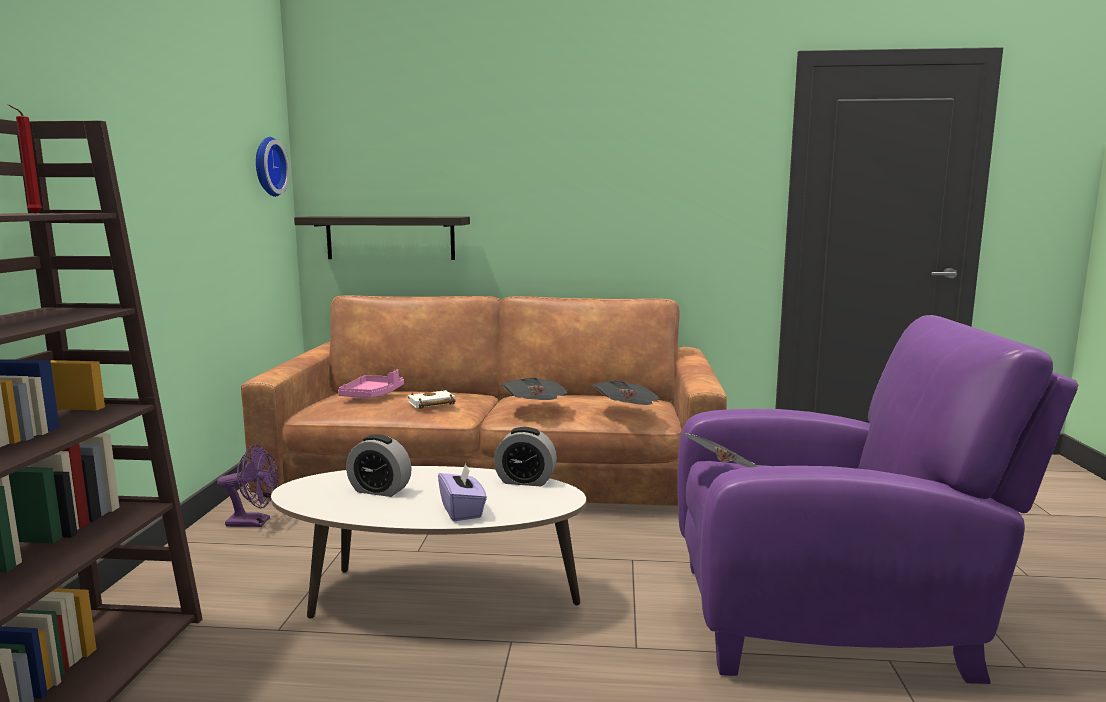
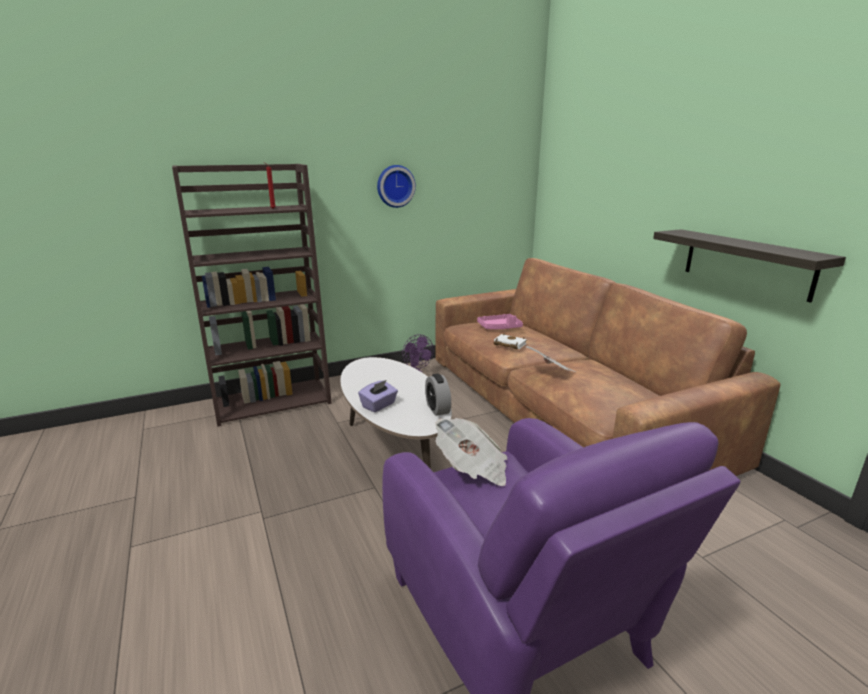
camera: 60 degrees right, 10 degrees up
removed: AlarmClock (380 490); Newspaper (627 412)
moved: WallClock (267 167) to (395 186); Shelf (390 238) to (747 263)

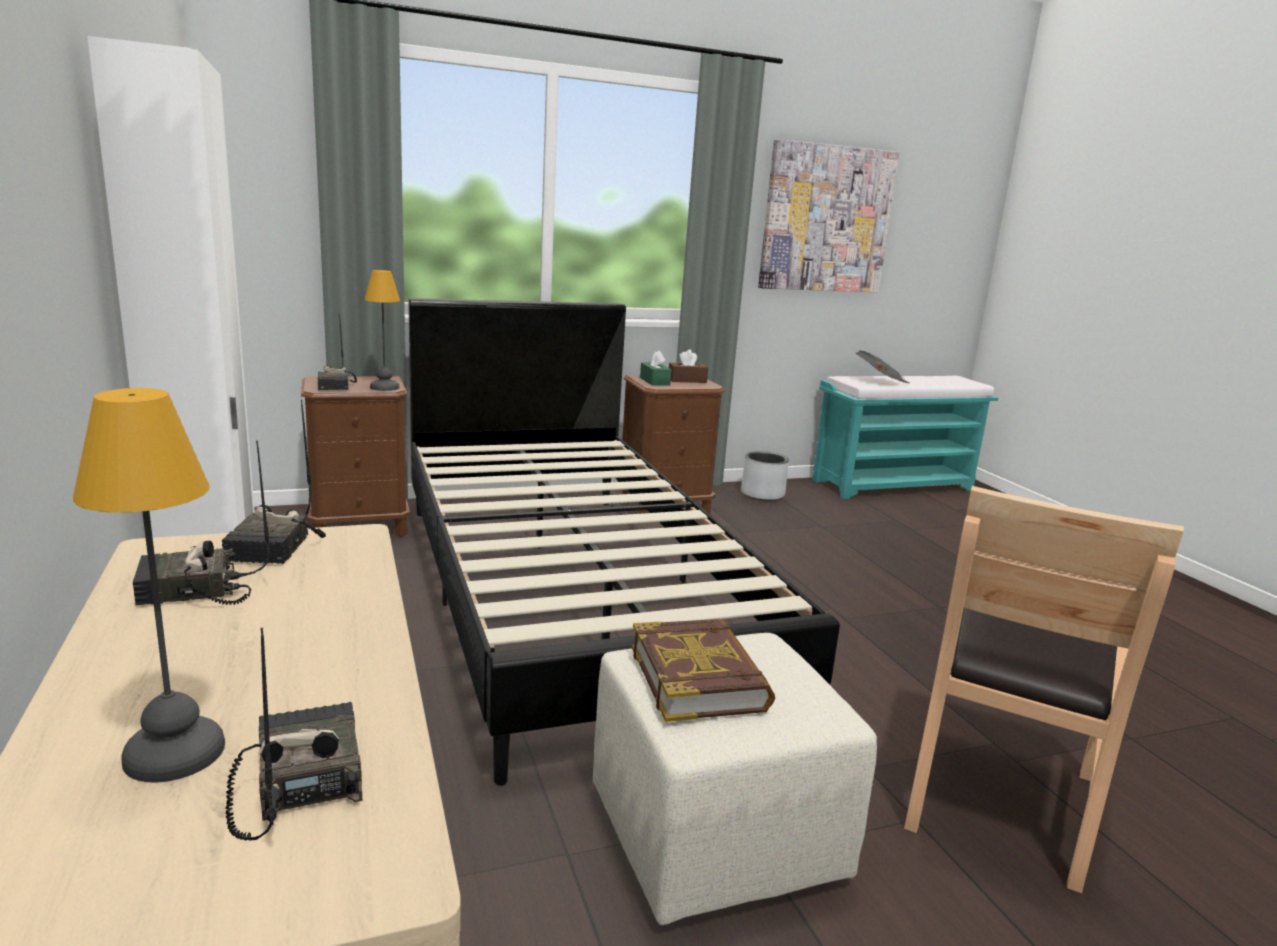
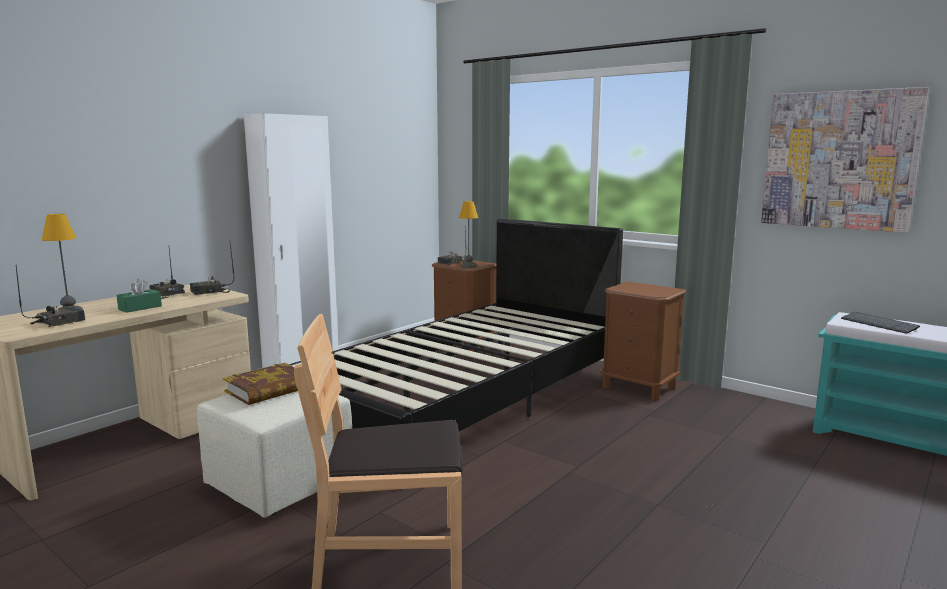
camera: 60 degrees right, 5 degrees down
removed: BrownTissueBox (687 380); GreyPlanter (762 494)
moved: GreenTissueBox (654 381) to (140 308)
replaced: Newspaper (880 382) to Keyboard (879 324)

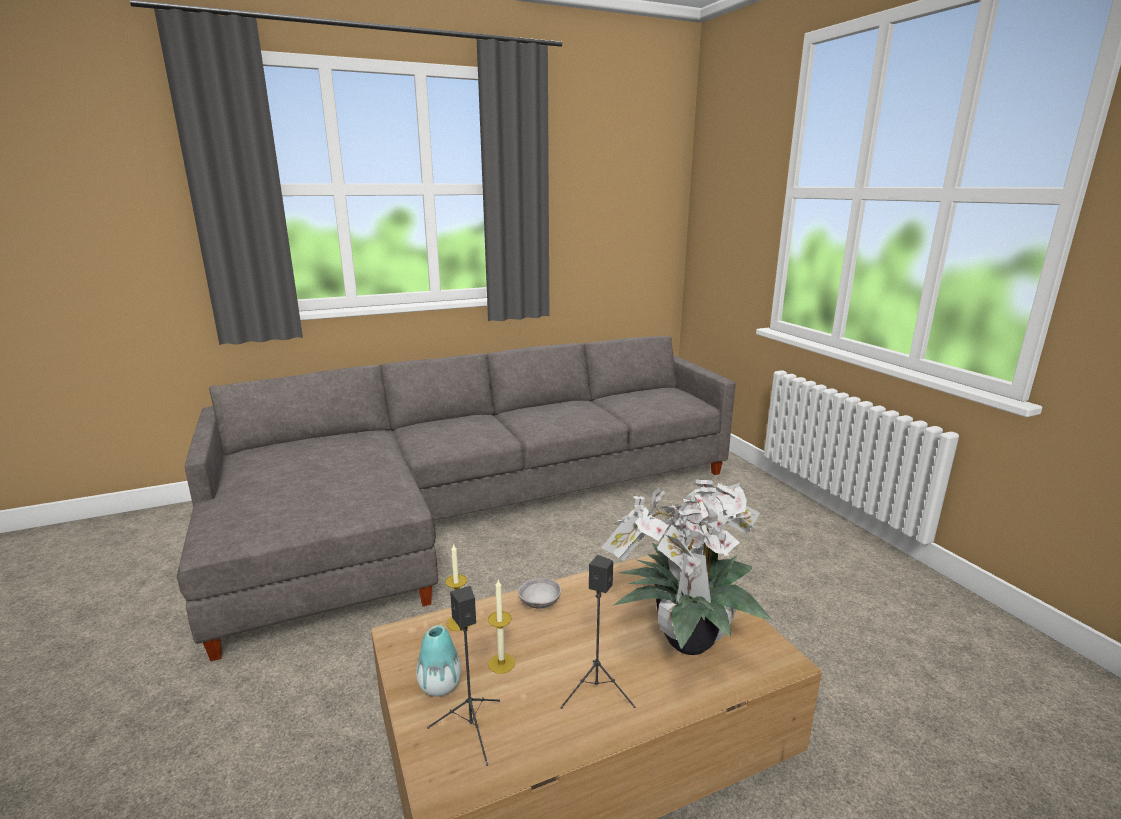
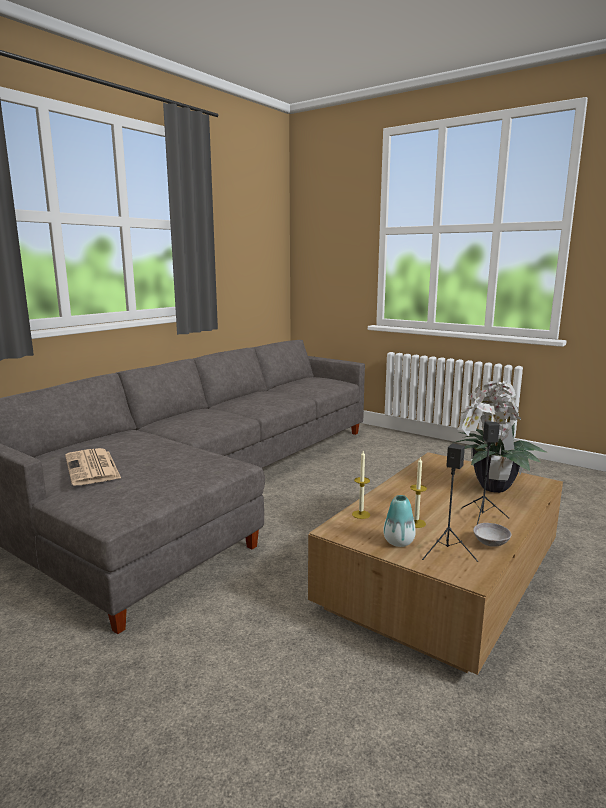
camera: 30 degrees left, 5 degrees down
added: Newspaper (93 468)
moved: GreyBowl (540 603) to (490 543)

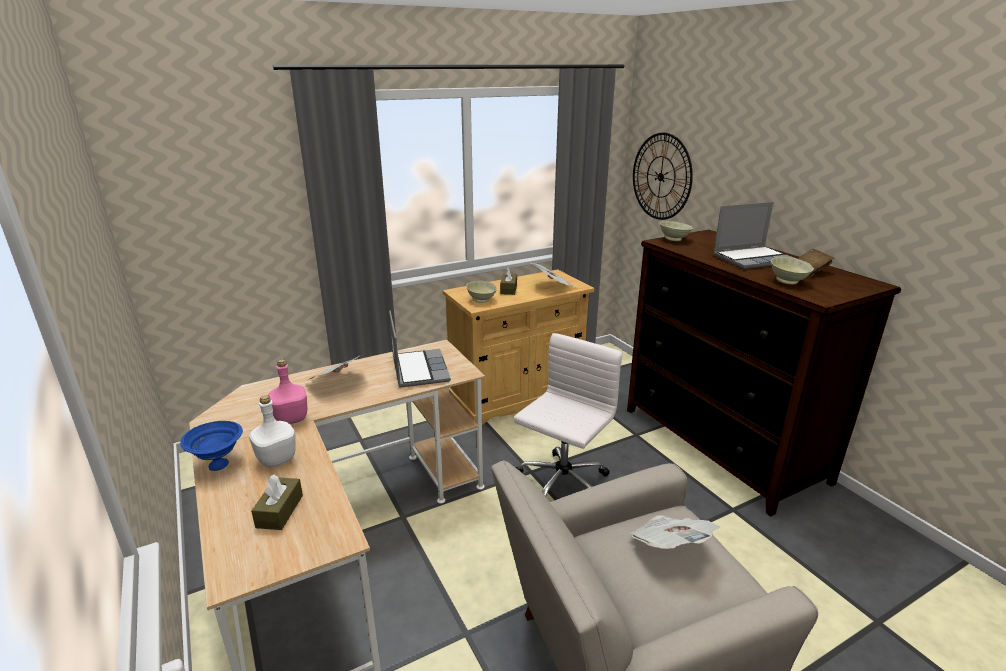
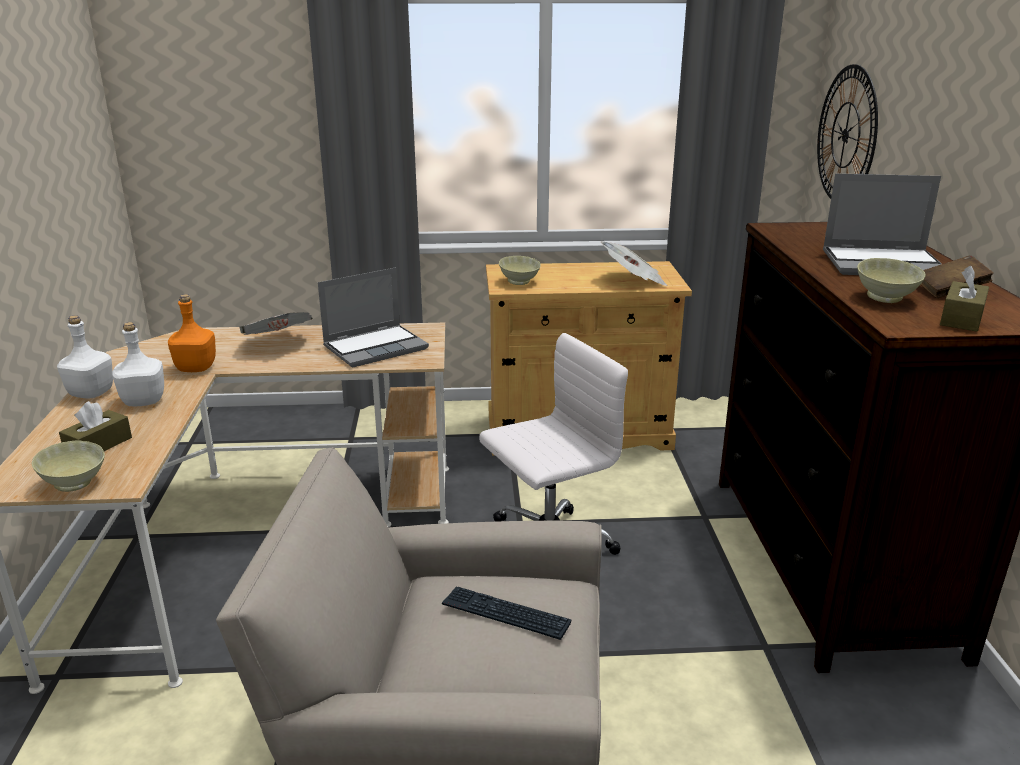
camera: 25 degrees right, 0 degrees up
moved: BeigeBowl (674 239) to (74 484); BrownTissueBox (508 289) to (961 318)
replaced: BlueBowl (218 464) to WhiteBottle (92 393); Newspaper (669 546) to Keyboard (505 614)
recoloured: PinkBottle (291 419) to OrangeBottle (196 368)
turned: Laptop (419 369) = (376 347) 45 degrees clockwise

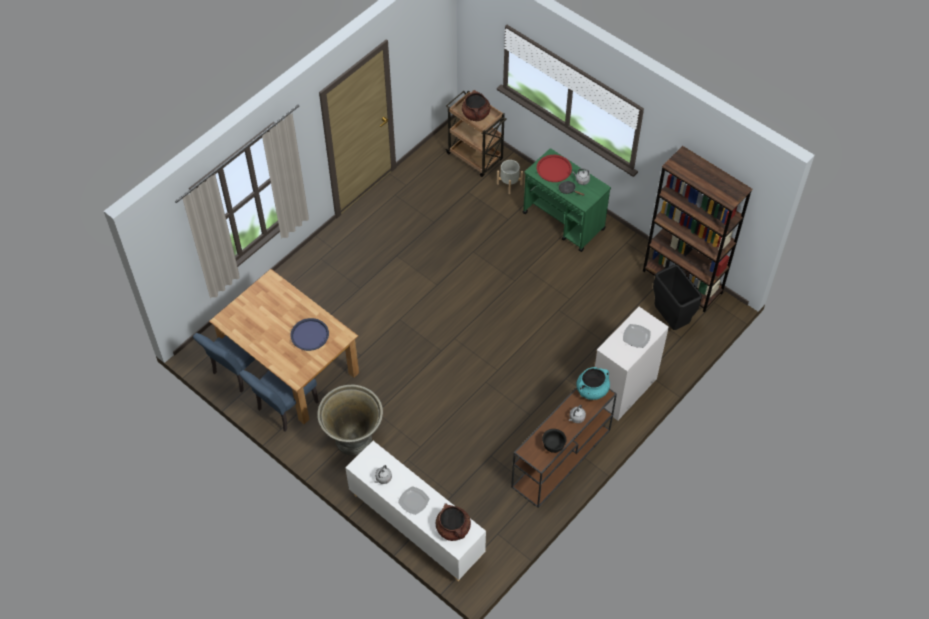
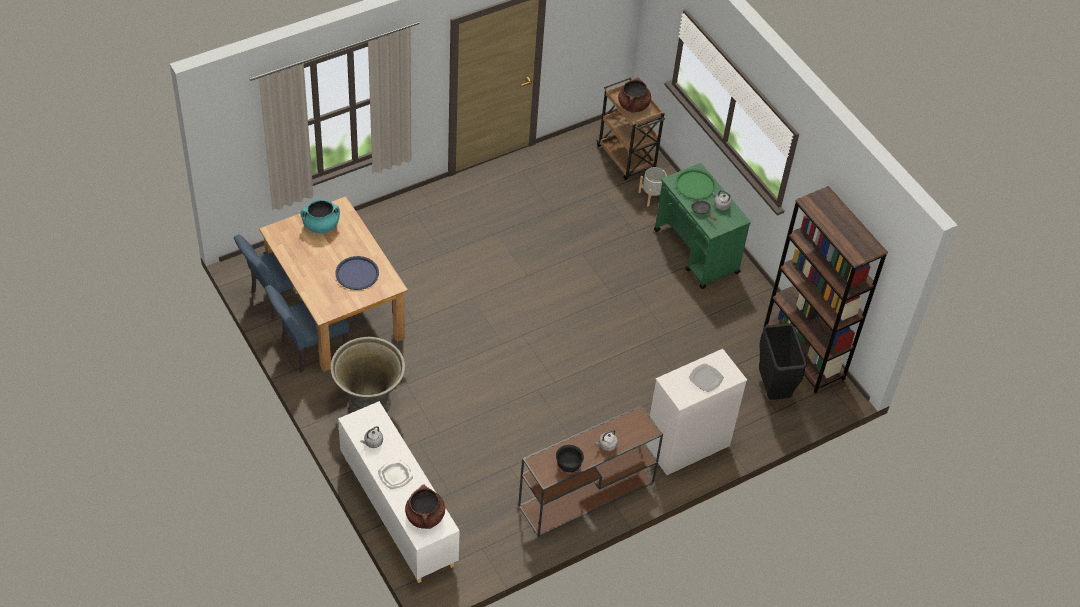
camera: 15 degrees right, 5 degrees down
moved: TurquoiseCookingPot (592 390) to (321 226)
recoloured: RedTray (554 169) to GreenTray (695 185)

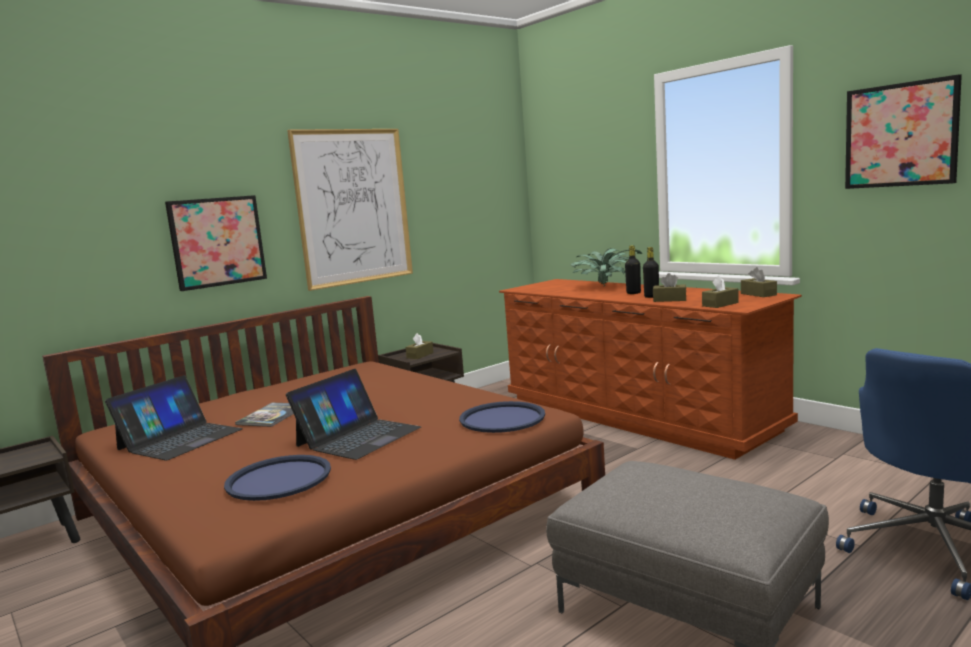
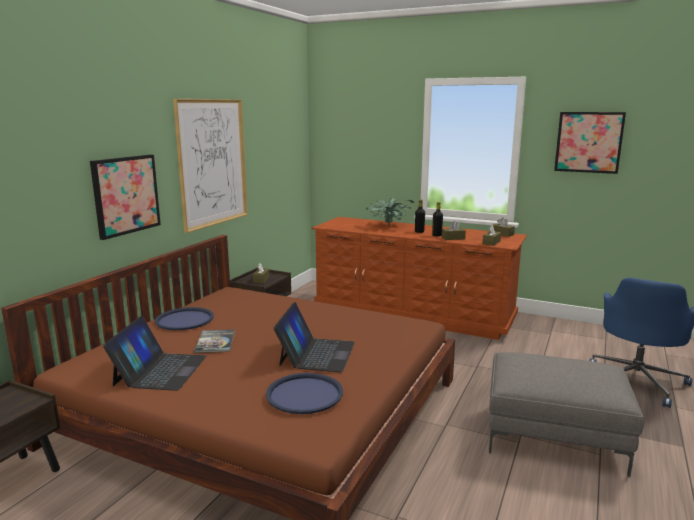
camera: 25 degrees left, 5 degrees up
moved: BlueTray (502 418) to (184 319)

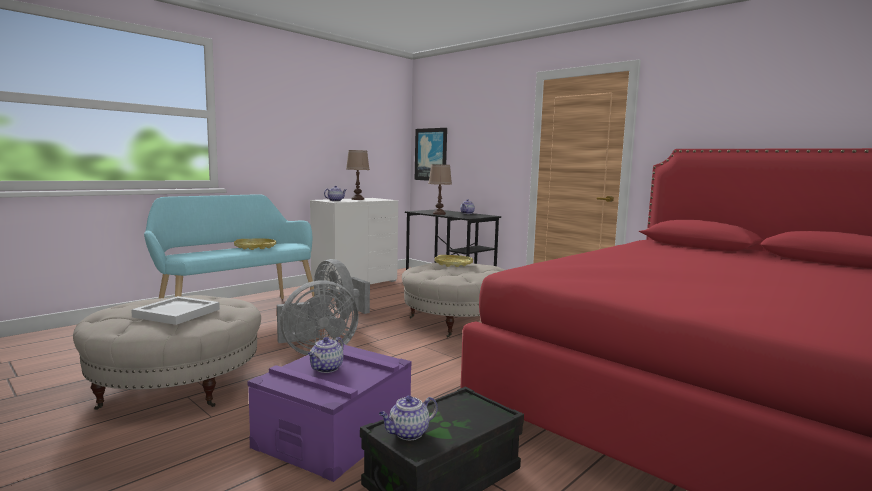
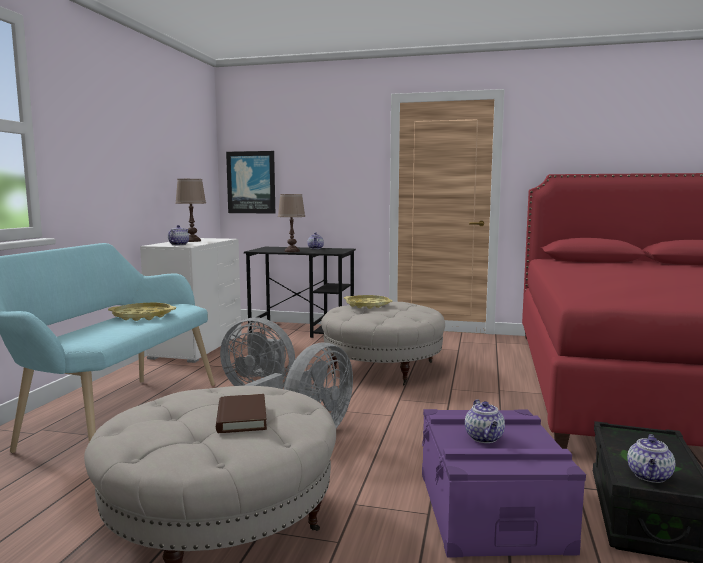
camera: 30 degrees left, 0 degrees up
replaced: WhiteTray (178 313) to BrownBook (241 417)

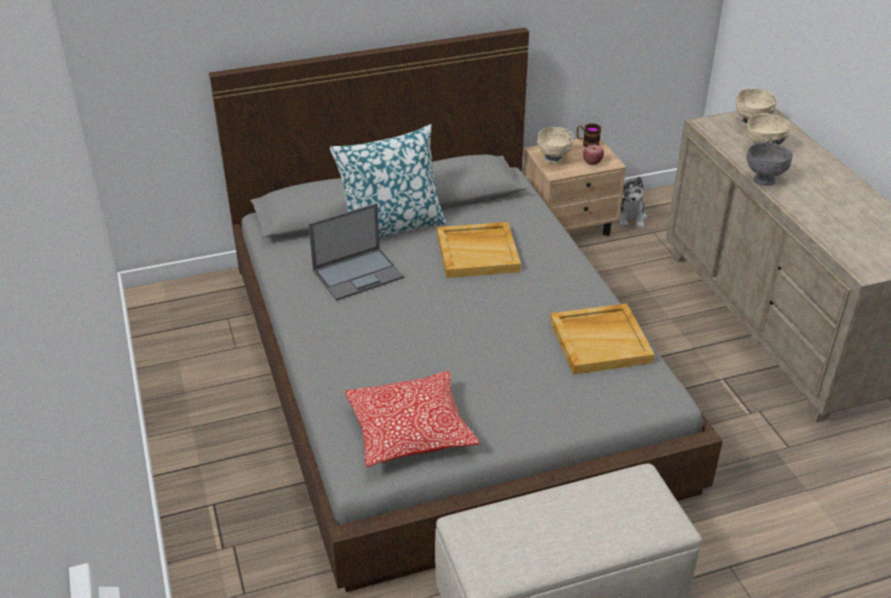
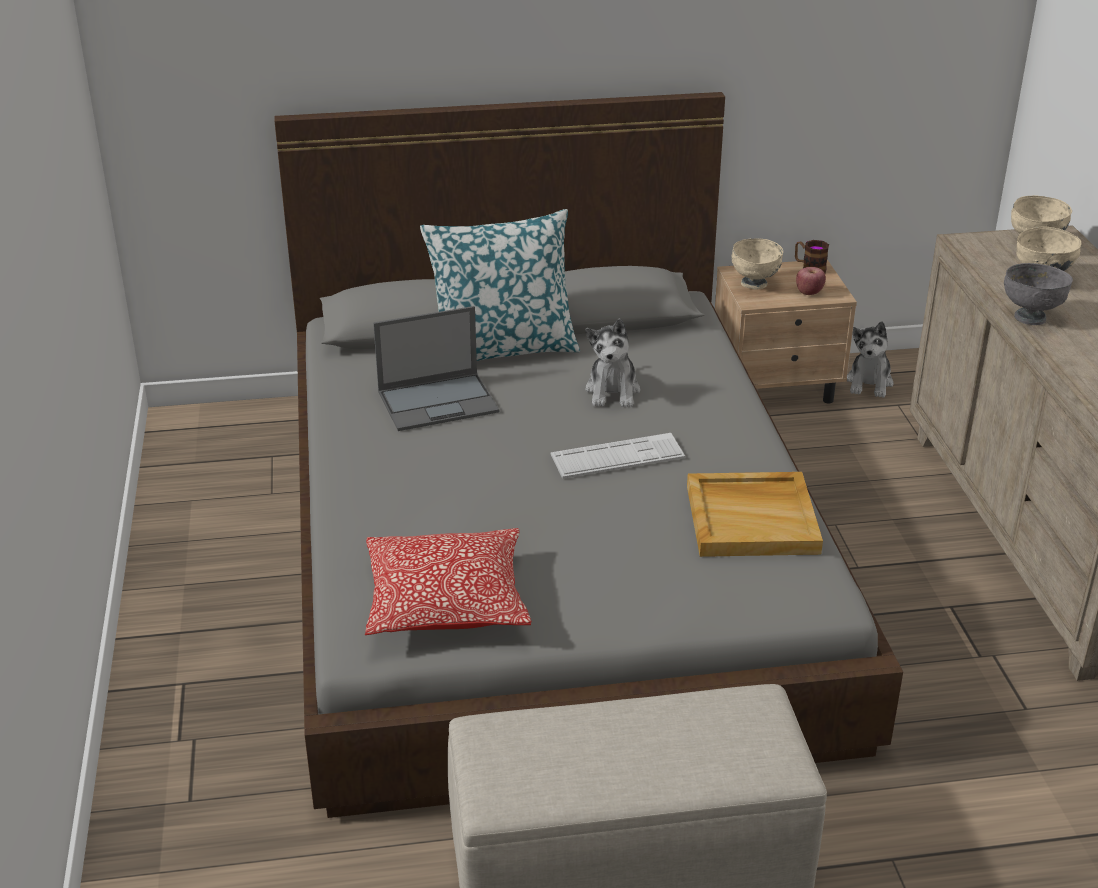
camera: 10 degrees right, 5 degrees down
added: Keyboard (617 457)
replaced: BeigeTray (478 252) to PlushToy (613 391)

